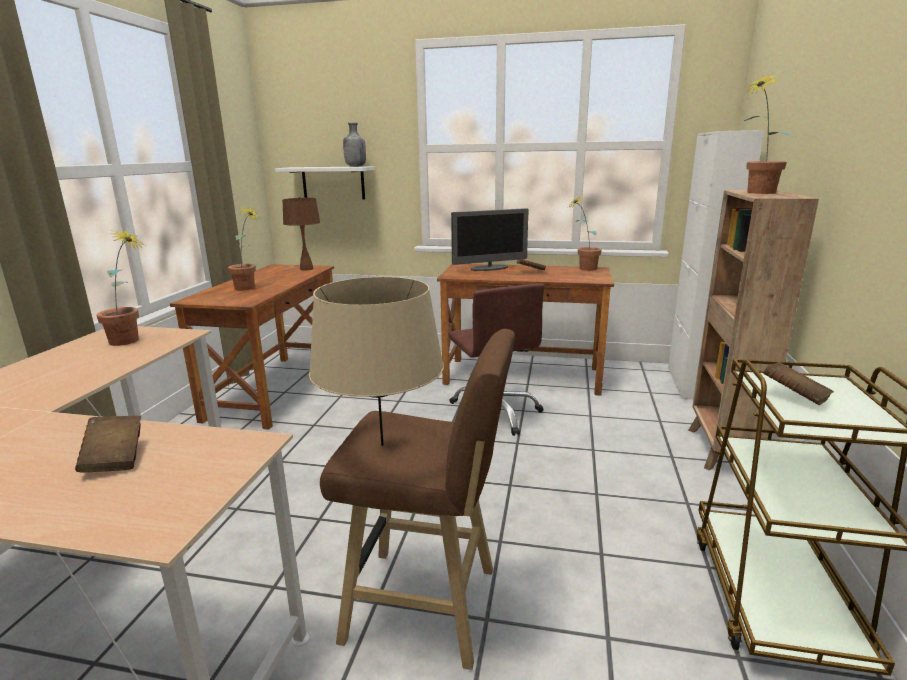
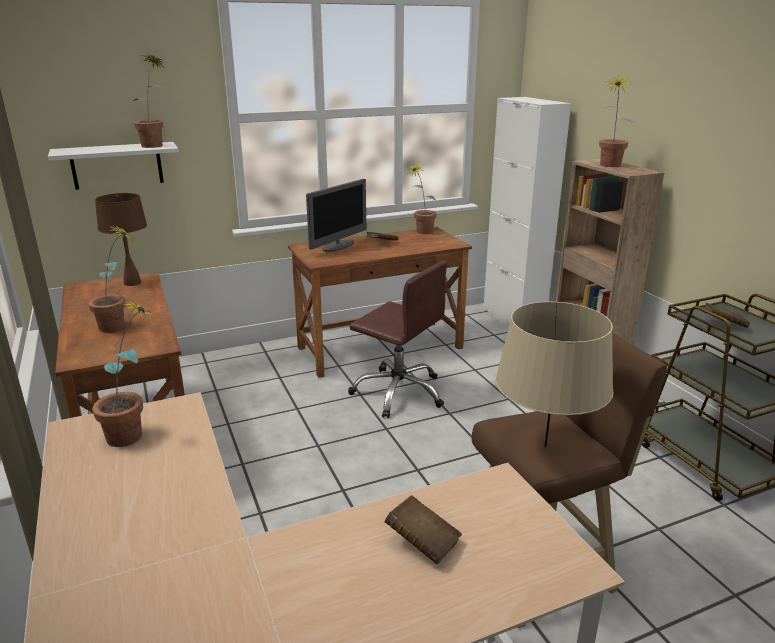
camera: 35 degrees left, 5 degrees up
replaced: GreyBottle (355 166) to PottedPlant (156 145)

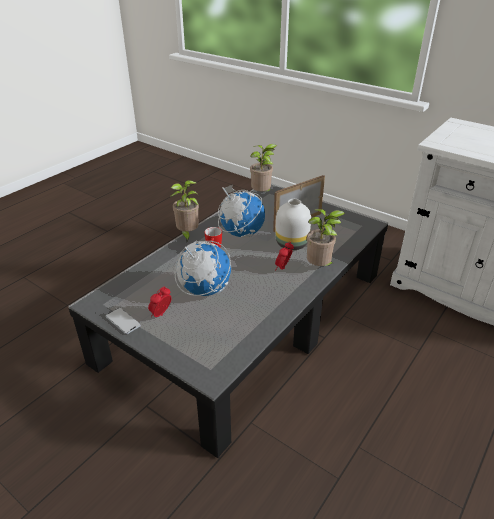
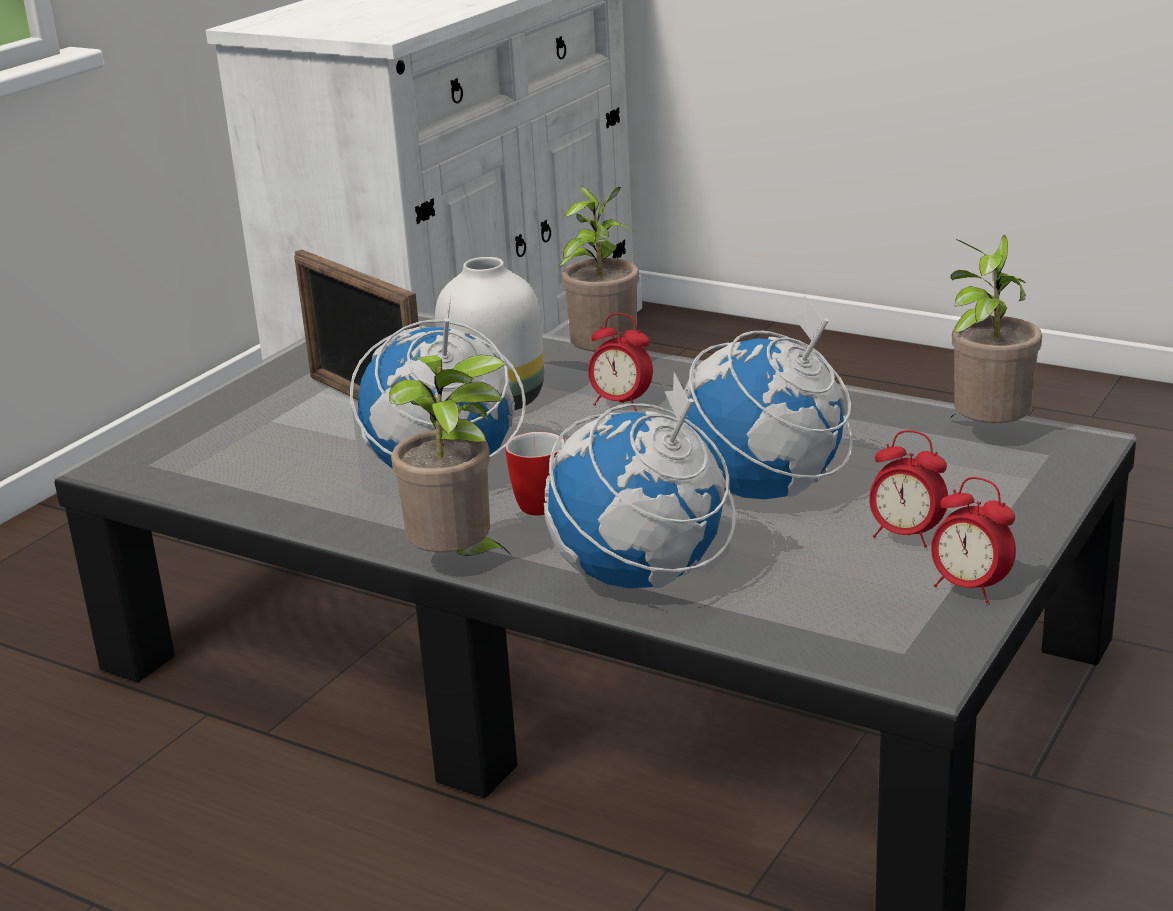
camera: 95 degrees left, 10 degrees down
added: Globe (640 579)
moved: PottedPlant (262 194) to (986 435)
replaced: Phone (123 321) to AlarmClock (969 588)

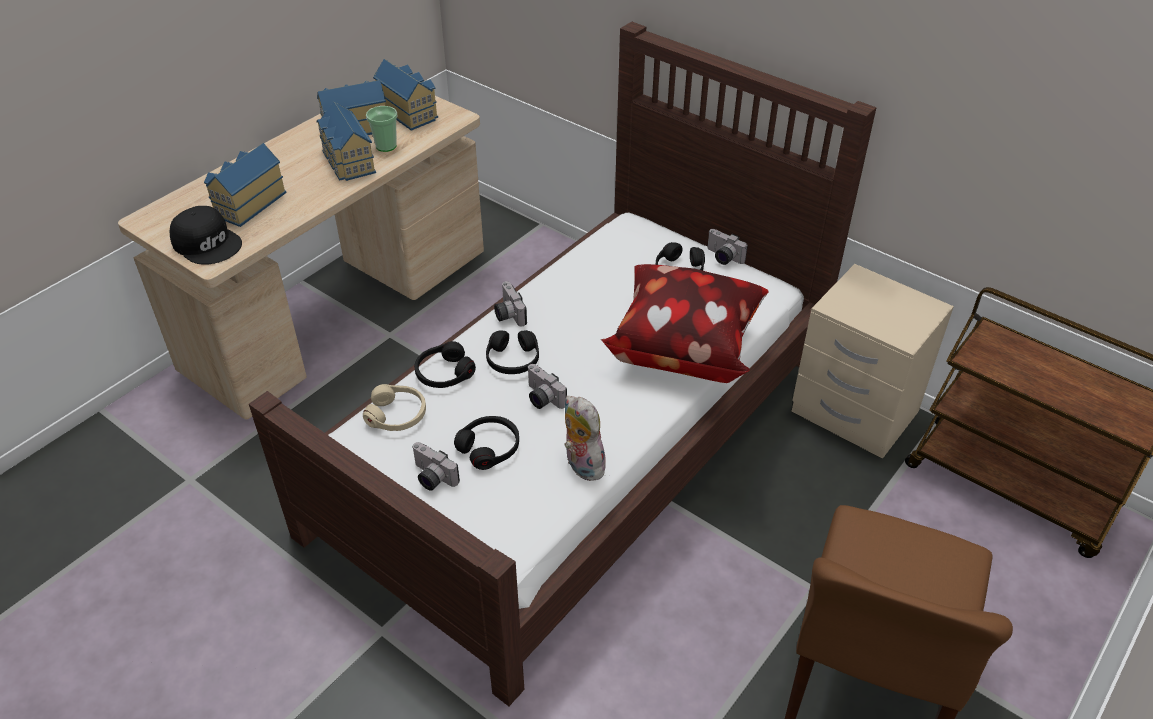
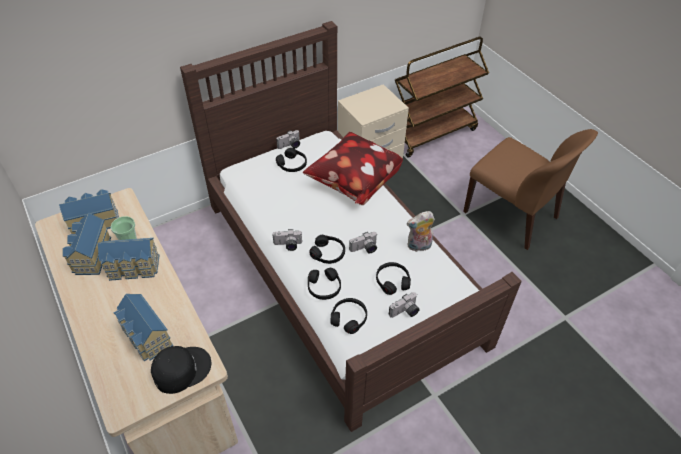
camera: 70 degrees left, 5 degrees up
recoloured: BeigeHeadphones (397 415) to BlackHeadphones (349 318)

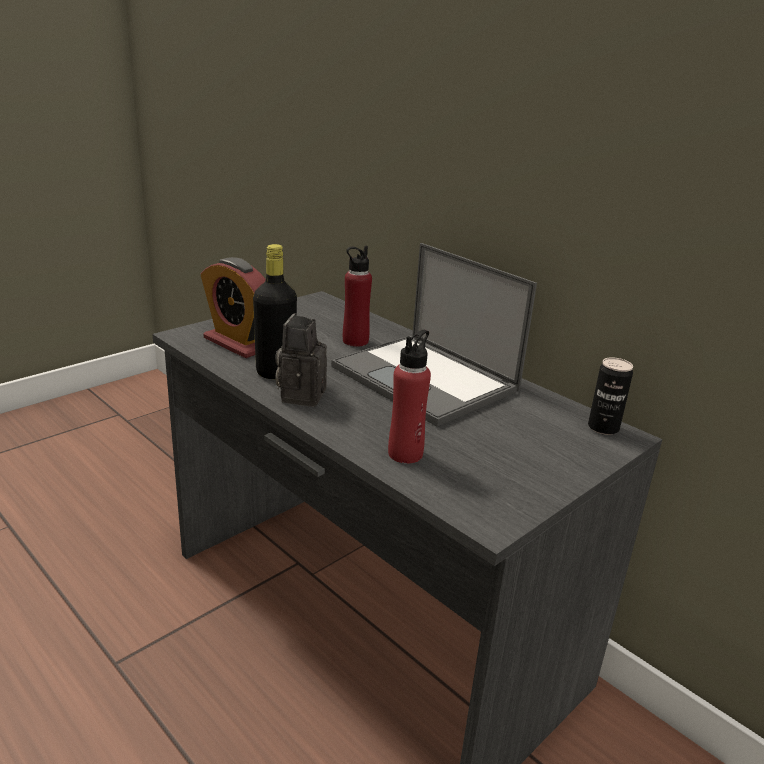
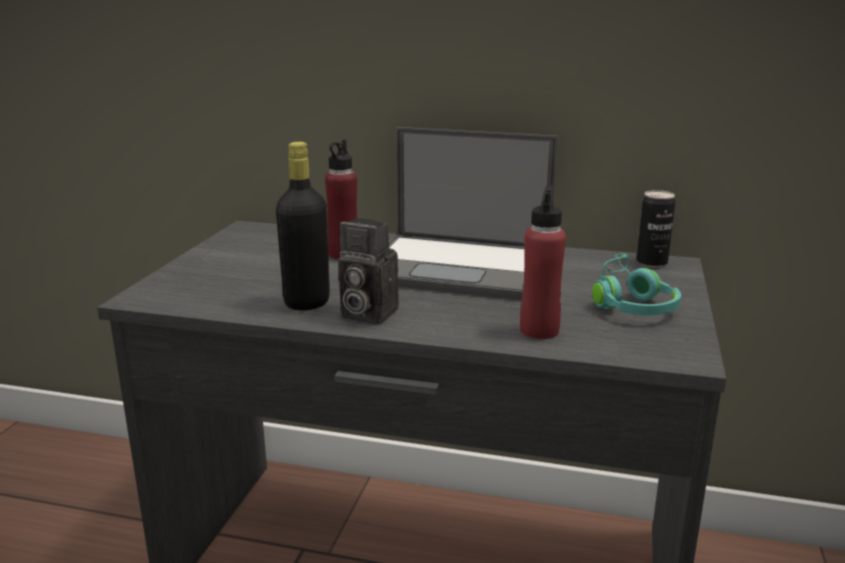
camera: 30 degrees left, 5 degrees down
removed: AlarmClock (238 343)
added: TurquoiseHeadphones (630 303)
turned: PhotoCamera (301 394) = (365 314) 45 degrees counterclockwise

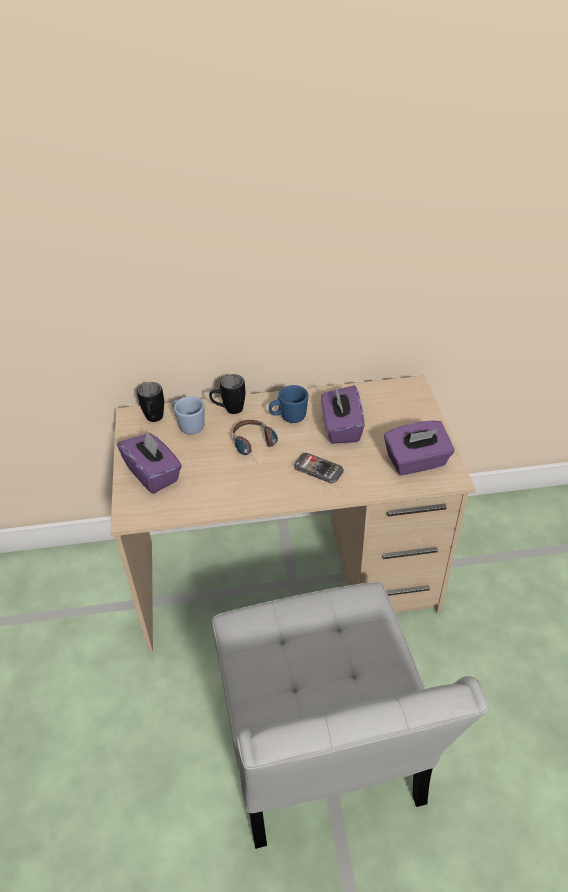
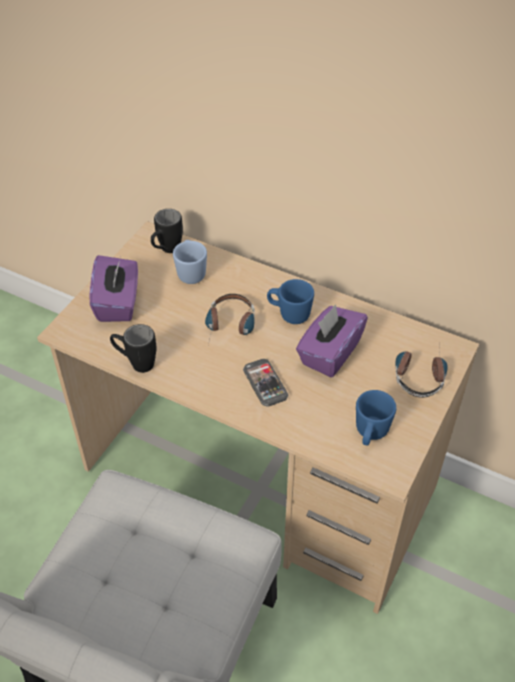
camera: 35 degrees right, 5 degrees up
added: Headphones (419 373)
moved: BlackMug (228 410) to (136 363)
replaced: PurpleTissueBox (416 462) to BlueMug (370 434)

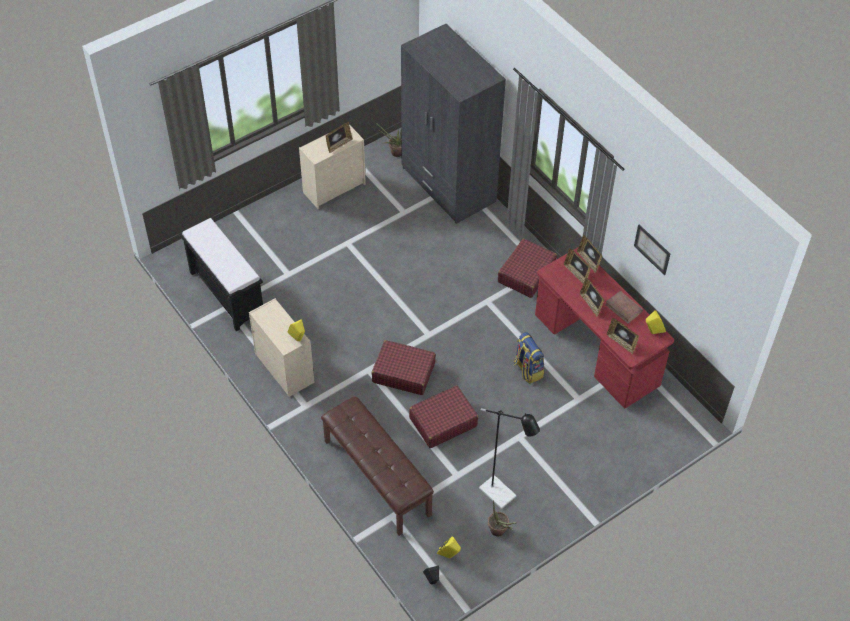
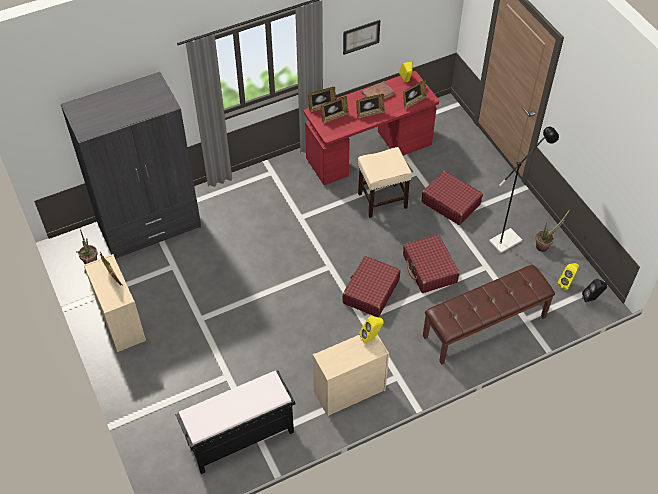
camera: 80 degrees left, 0 degrees up
moved: RedSuitcase (527 273) to (450 203)
replaced: Backpack (527 370) to BeigeStool (382 201)

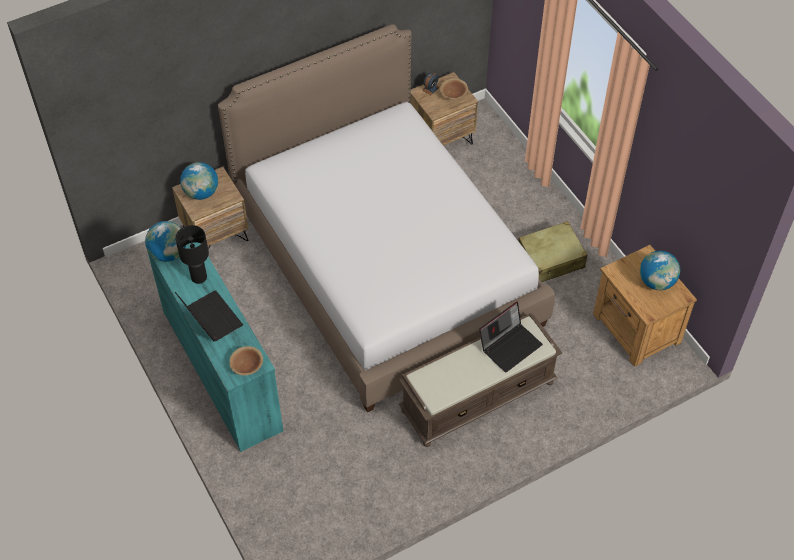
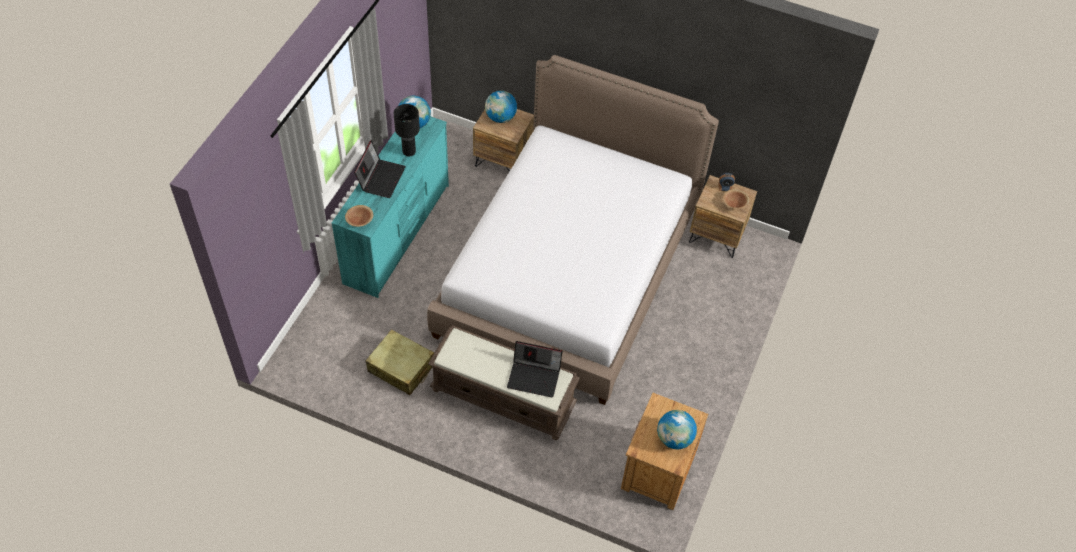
camera: 50 degrees right, 0 degrees up
moved: BeigeSuitcase (551 259) to (401 368)

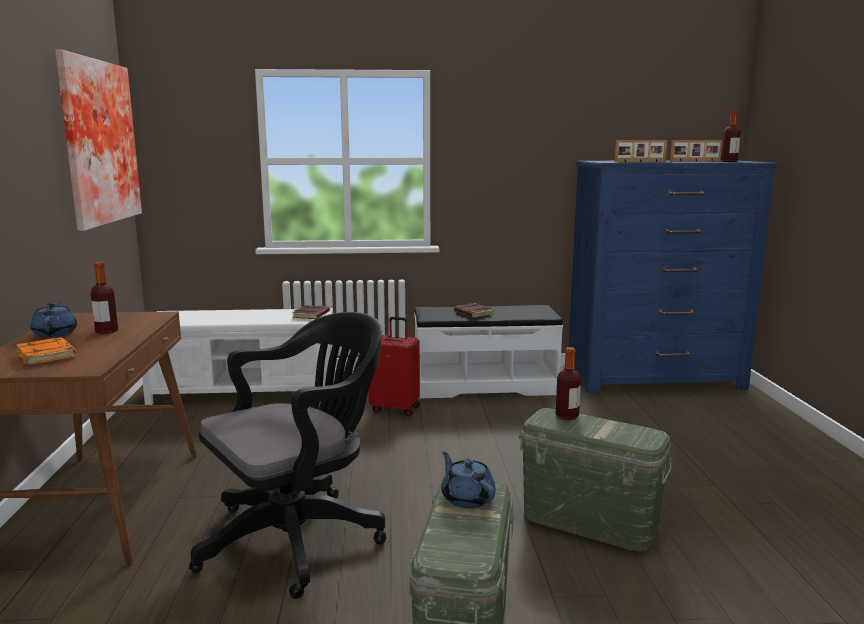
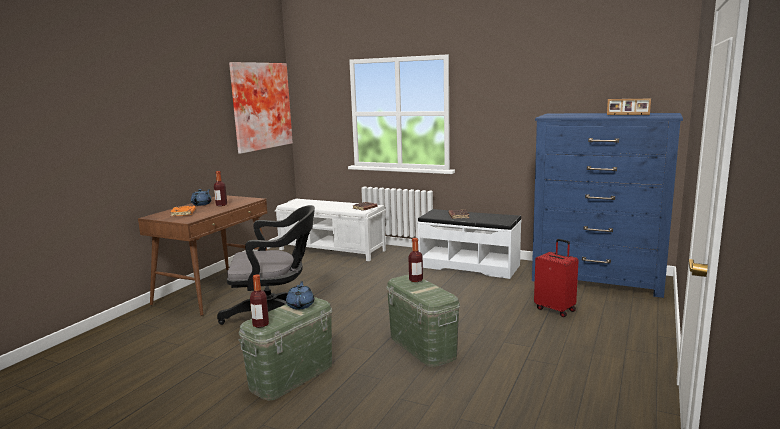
camera: 30 degrees right, 0 degrees up
removed: PictureFrame (640 162)
moved: Bottle (729 161) to (260 324); RedSuitcase (395 408) to (555 309)

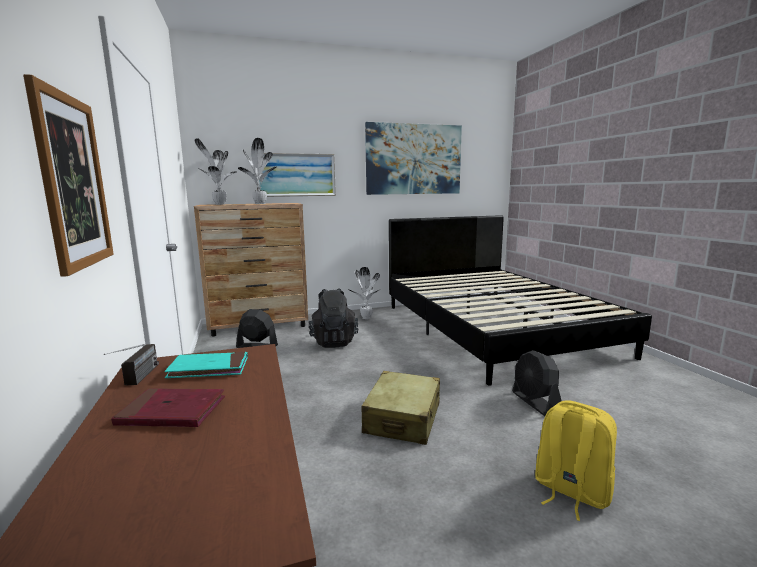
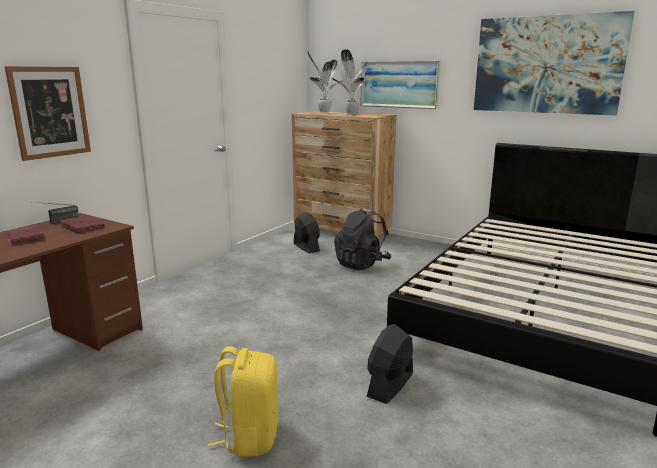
camera: 50 degrees right, 5 degrees up
removed: PottedPlant (366 318); BeigeSuitcase (403 418)
recoloured: TurquoiseBook (209 368) to RedBook (82 226)

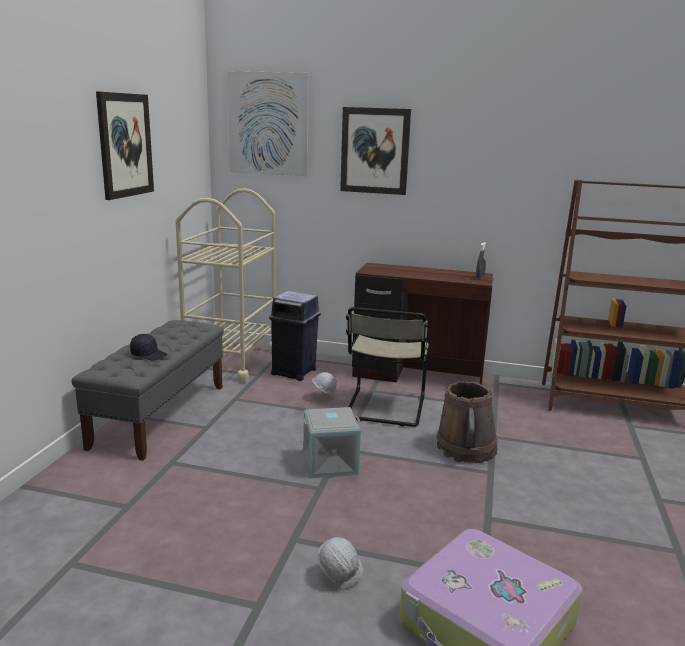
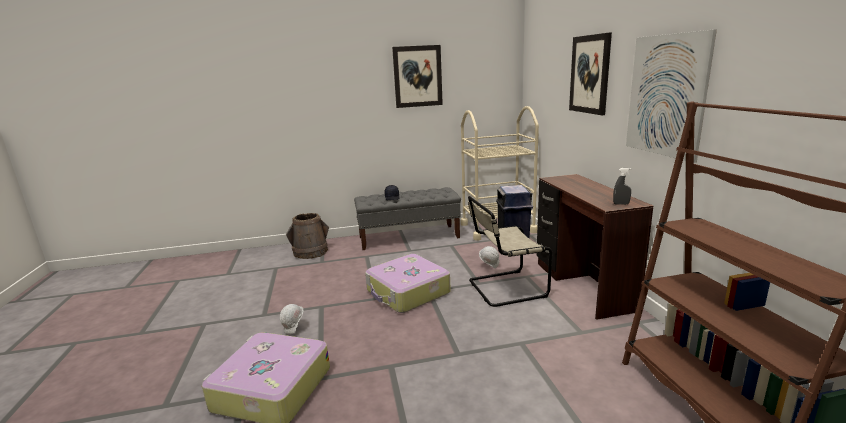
camera: 65 degrees right, 0 degrees up
moved: BrownBucket (466 449) to (310 252); Picture (268 124) to (666 96)
replaced: GreyStorageBox (330 462) to Suitcase (407 292)

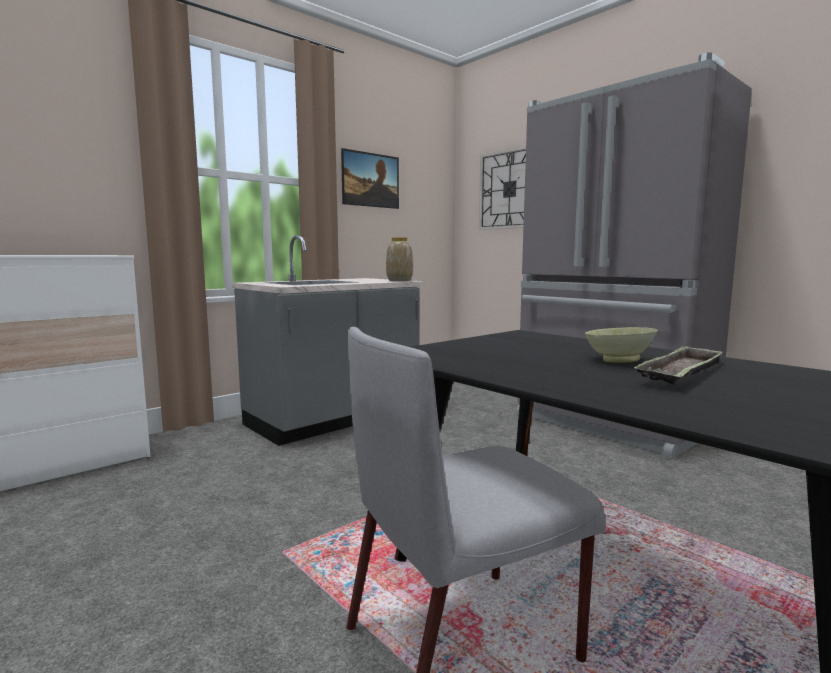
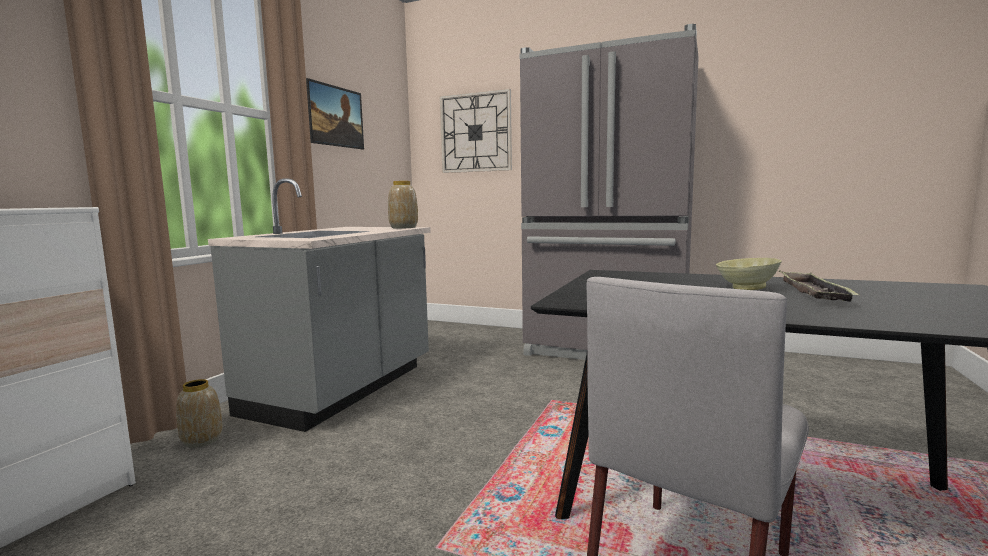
camera: 25 degrees left, 0 degrees up
added: Vase (201 440)

